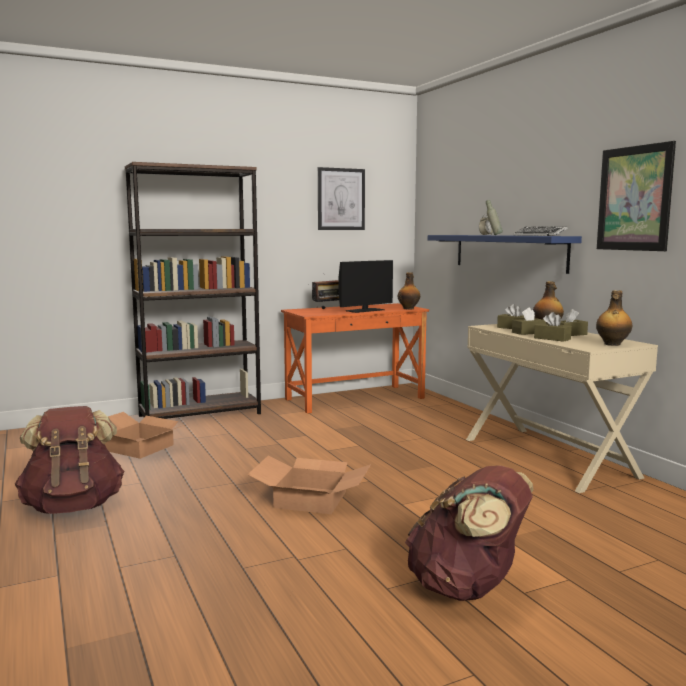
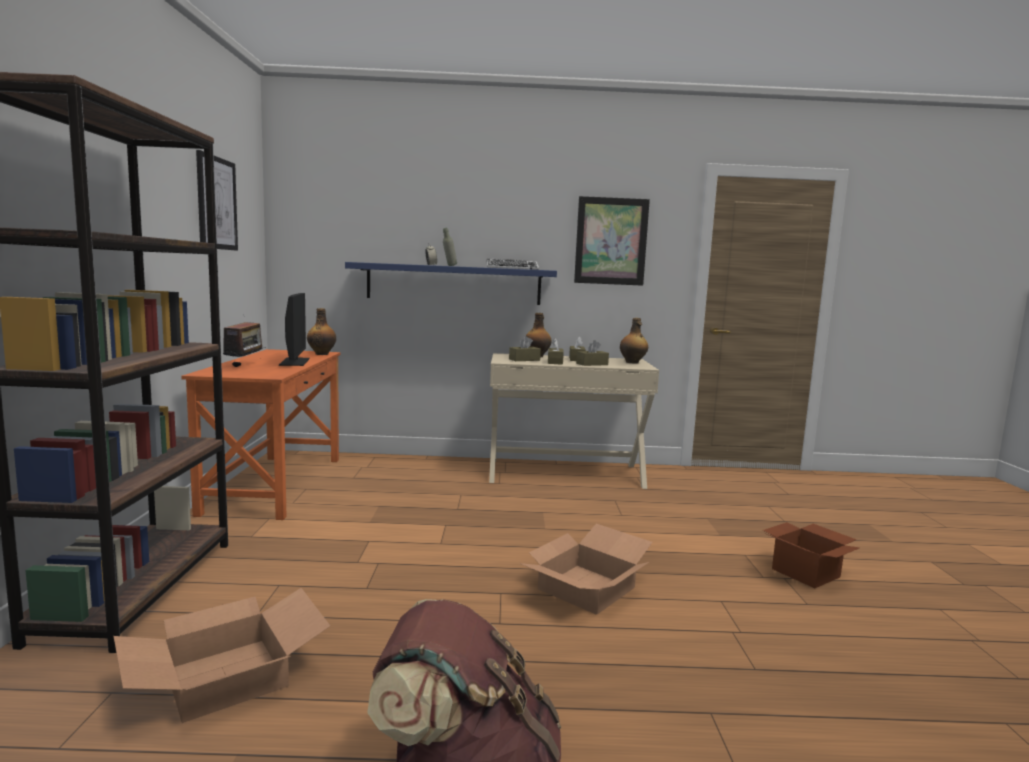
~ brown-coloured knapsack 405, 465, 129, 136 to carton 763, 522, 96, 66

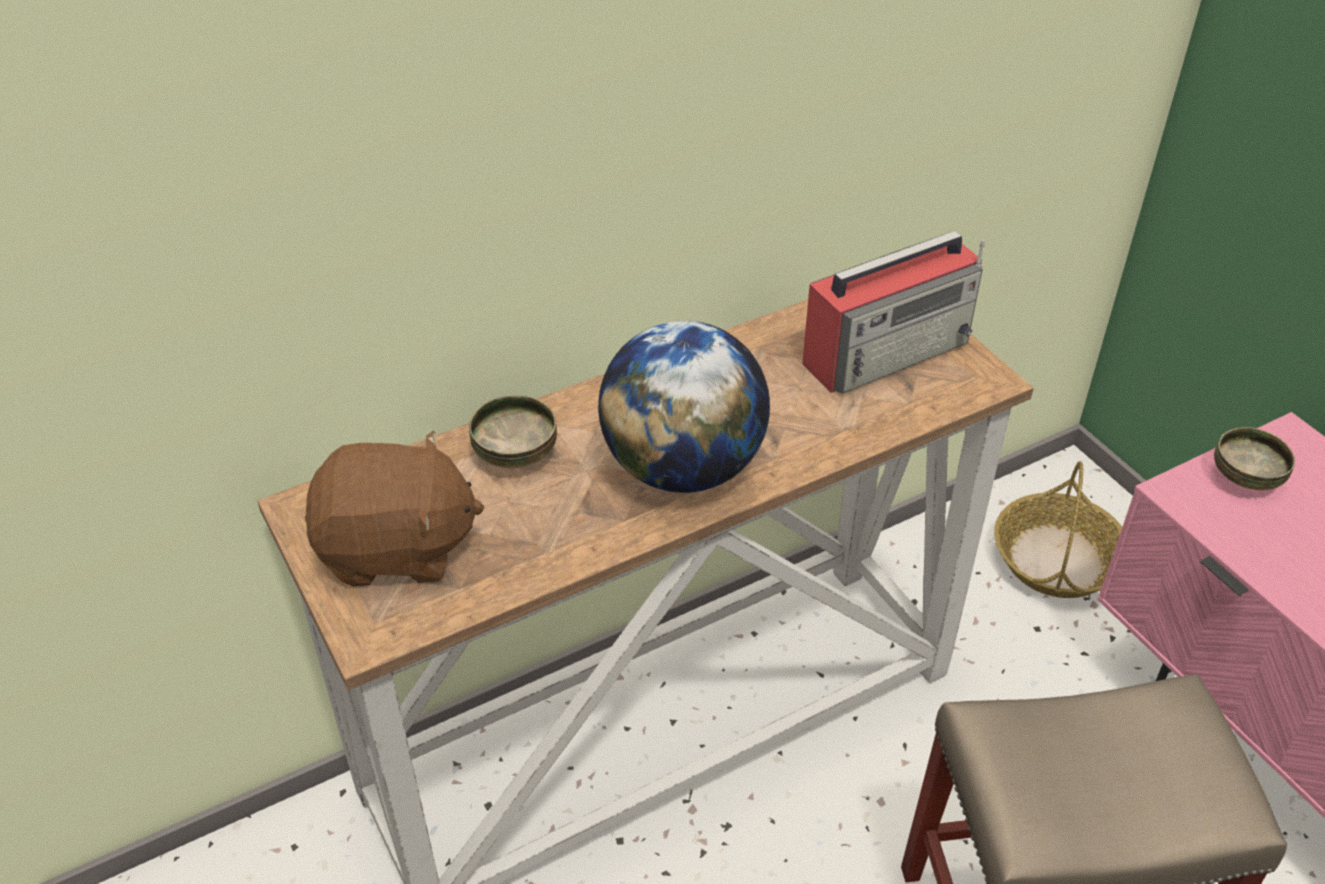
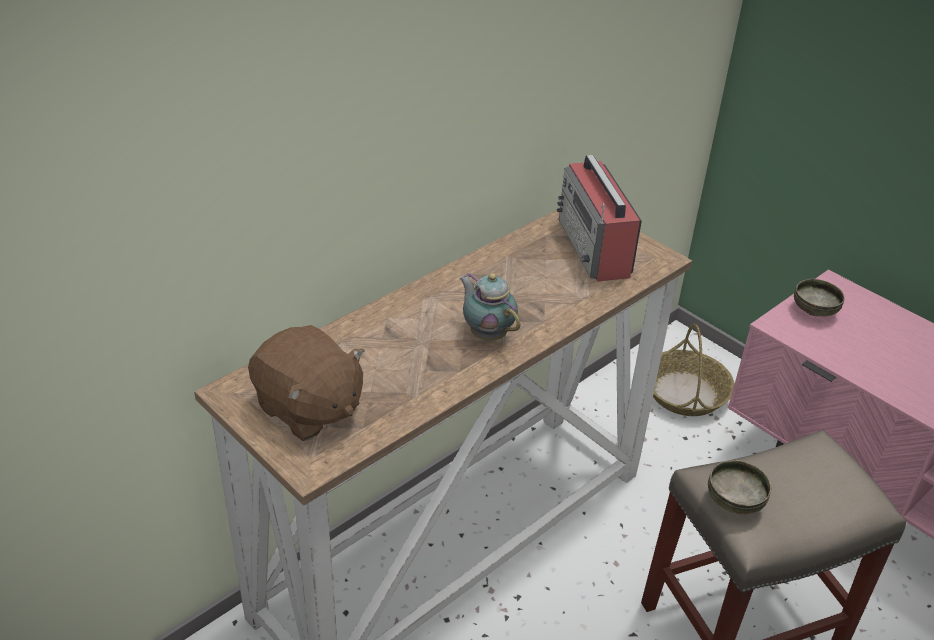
~ brown-coloured cuddly toy 305, 430, 180, 157 = 248, 325, 117, 116 60 degrees clockwise
~ globe 598, 321, 172, 172 to pot for tea 460, 273, 60, 68
~ radio 802, 231, 183, 163 = 557, 155, 85, 127 120 degrees clockwise
~ serving bowl 469, 395, 88, 73 to 708, 460, 64, 54

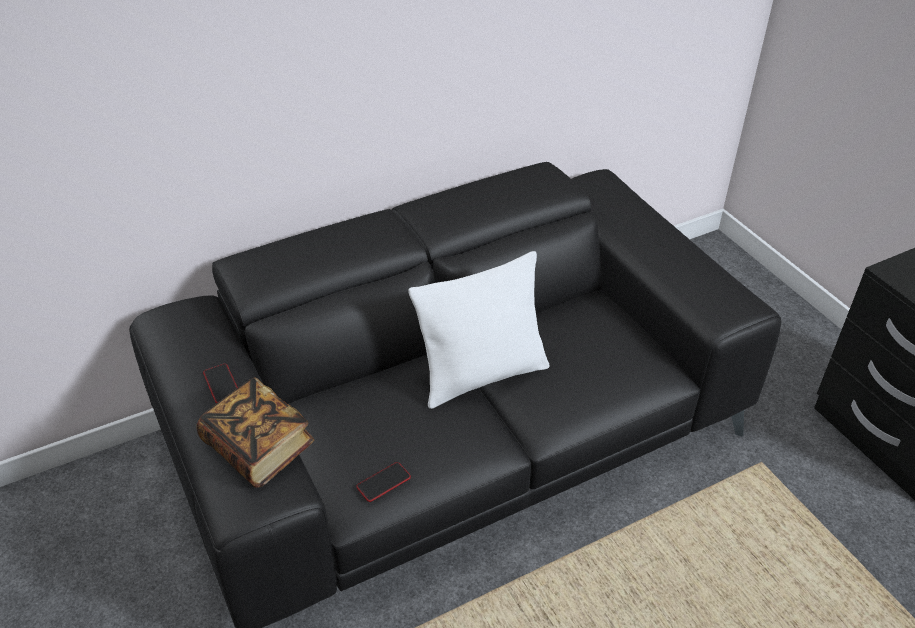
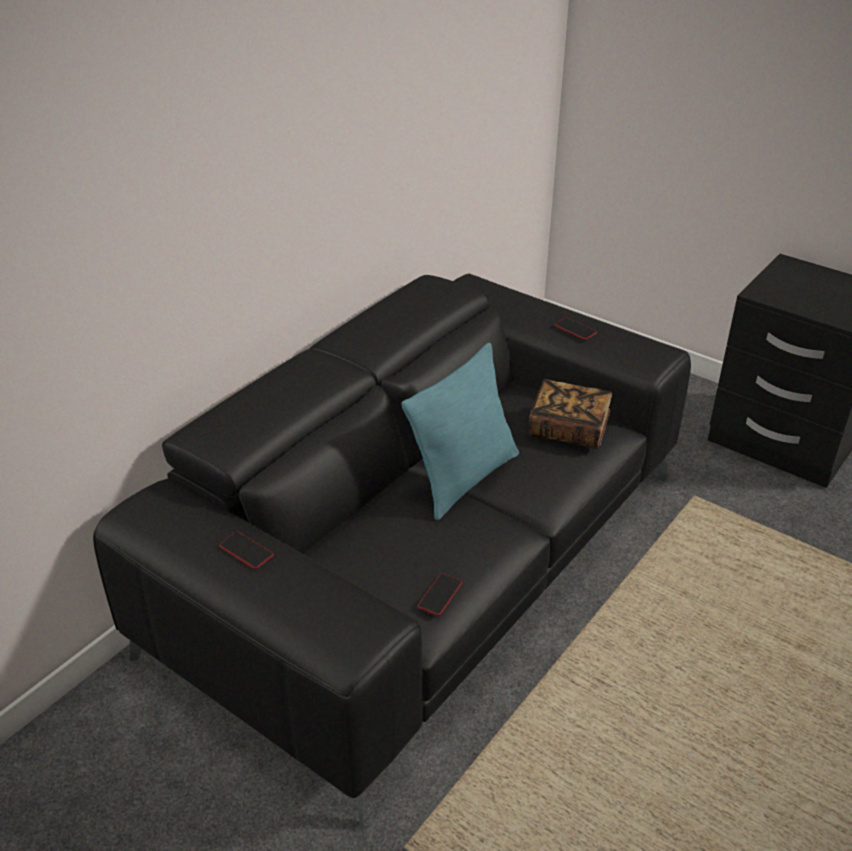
~ whitish throw pillow 408, 251, 142, 158 to blue-green throw pillow 401, 343, 118, 177
~ volume 197, 377, 117, 111 to 529, 379, 83, 70
+ handset 554, 317, 43, 23

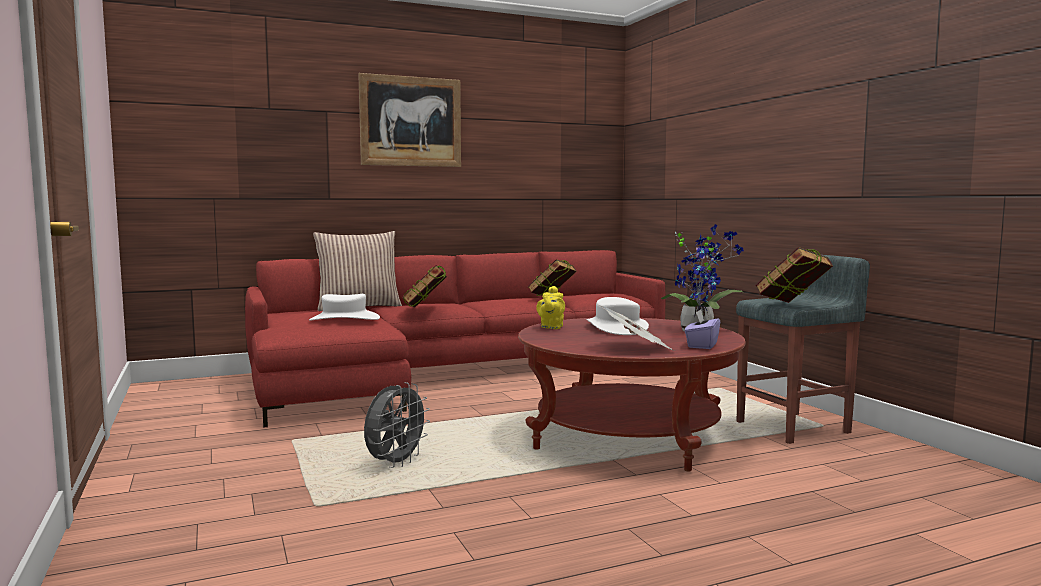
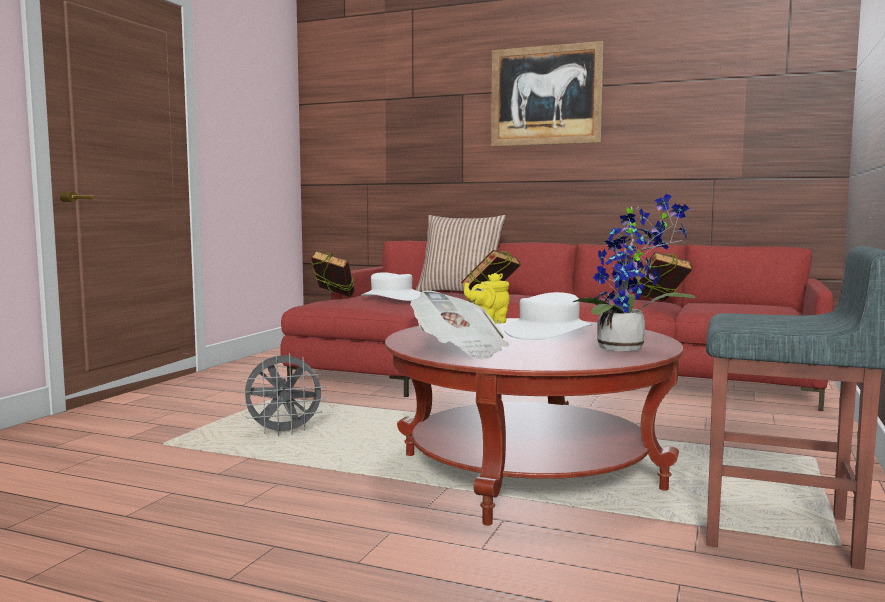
~ volume 755, 247, 78, 56 to 311, 250, 44, 47
- purplish tissue holder 685, 309, 35, 40

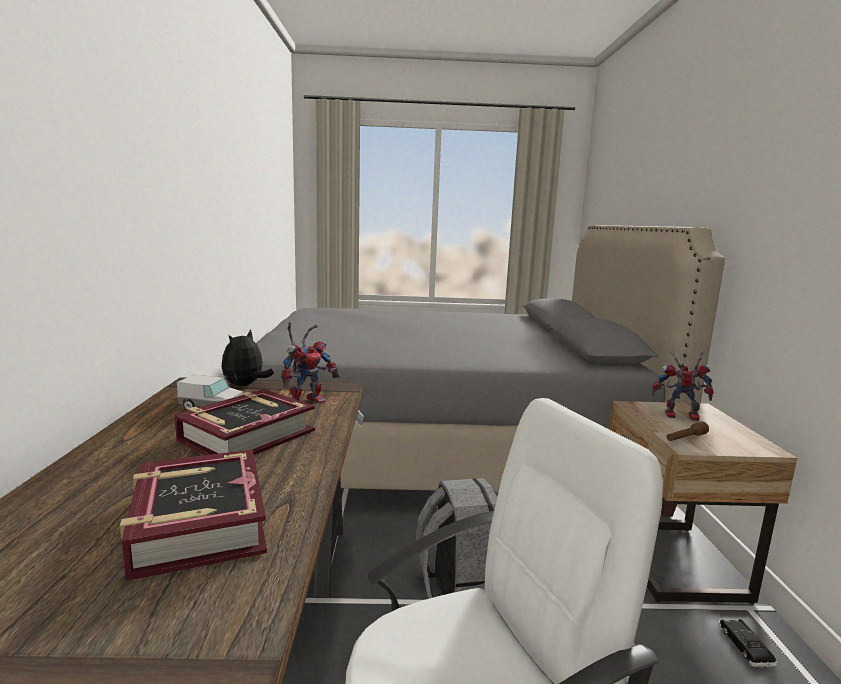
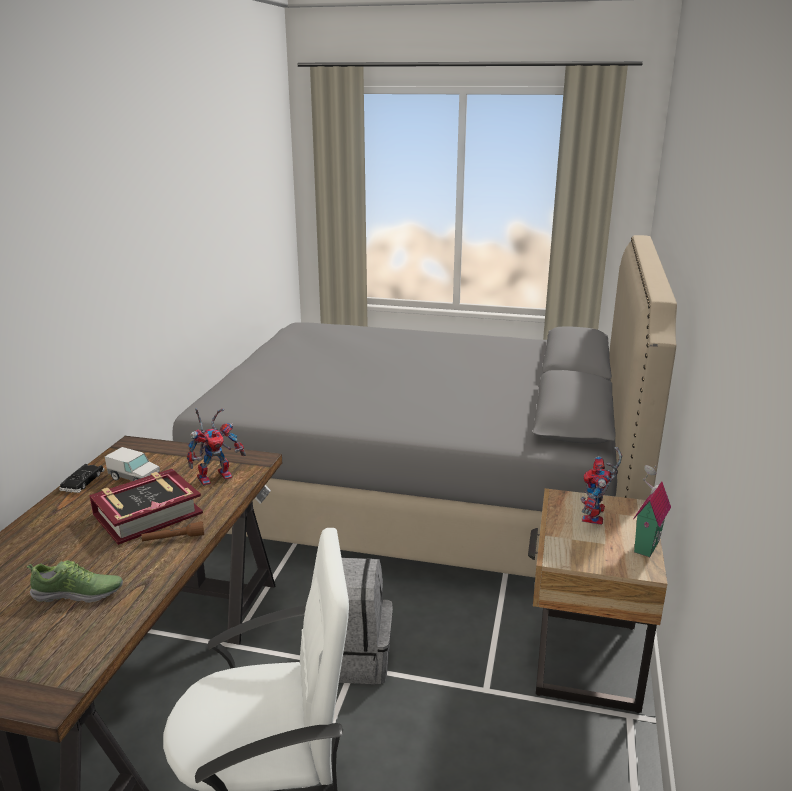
~ volume 120, 449, 147, 132 to item of footwear 27, 560, 96, 43
~ black-coloured miniature car 718, 619, 59, 49 to 59, 464, 46, 29
~ brown-coloured flashlight 666, 421, 43, 20 to 142, 521, 62, 20
~ toy robot 651, 351, 63, 70 = 581, 447, 41, 78 105 degrees counterclockwise
+ model house 633, 465, 38, 92
- cuddly toy 221, 329, 53, 57

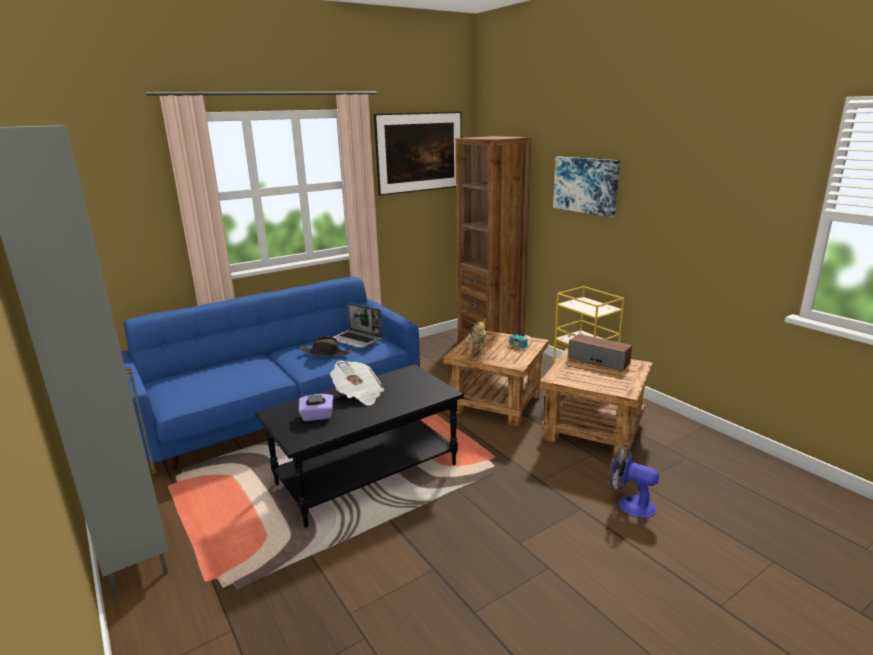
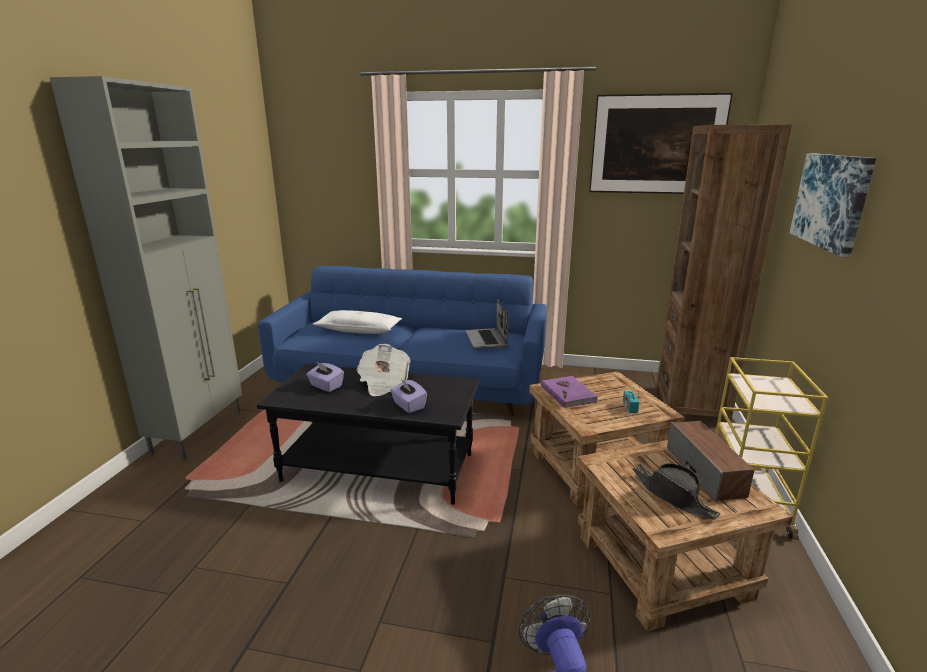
+ whitish throw pillow 313, 310, 89, 24
+ purplish tissue holder 390, 379, 37, 34
~ cuddly toy 461, 319, 26, 35 to purplish volume 541, 376, 58, 32
~ black-coloured wearable hat 301, 337, 50, 19 to 632, 463, 88, 56

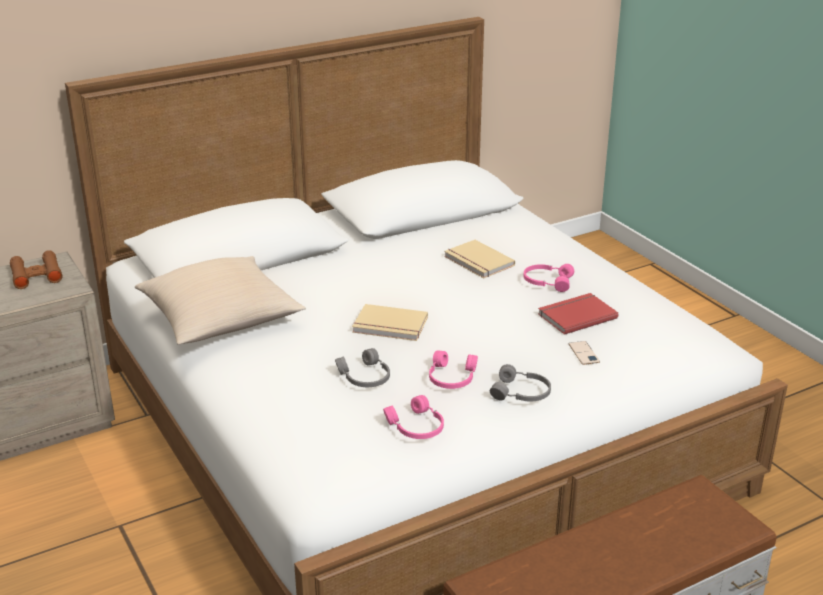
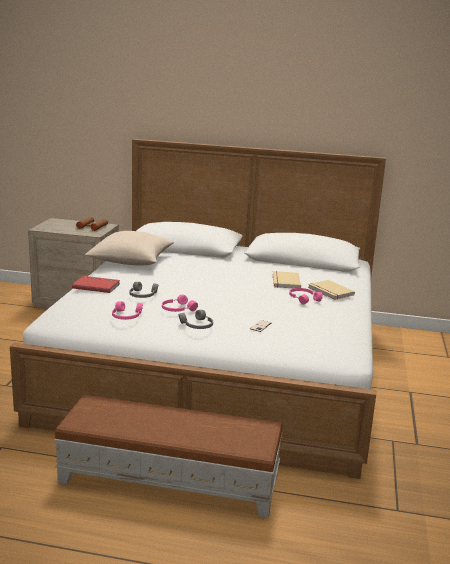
~ red-coloured volume 538, 293, 80, 42 to 72, 276, 48, 17
~ beige volume 352, 304, 76, 37 to 308, 280, 47, 20

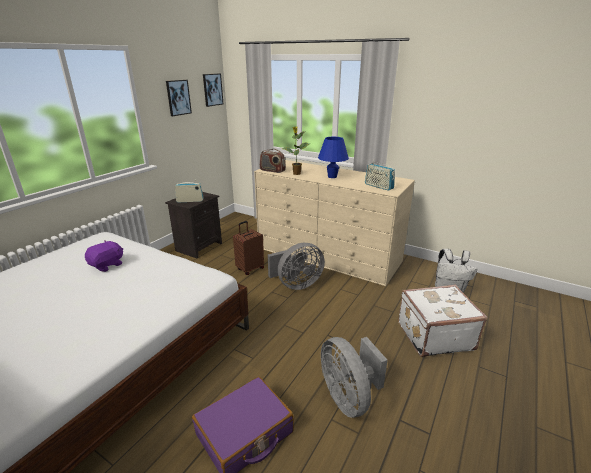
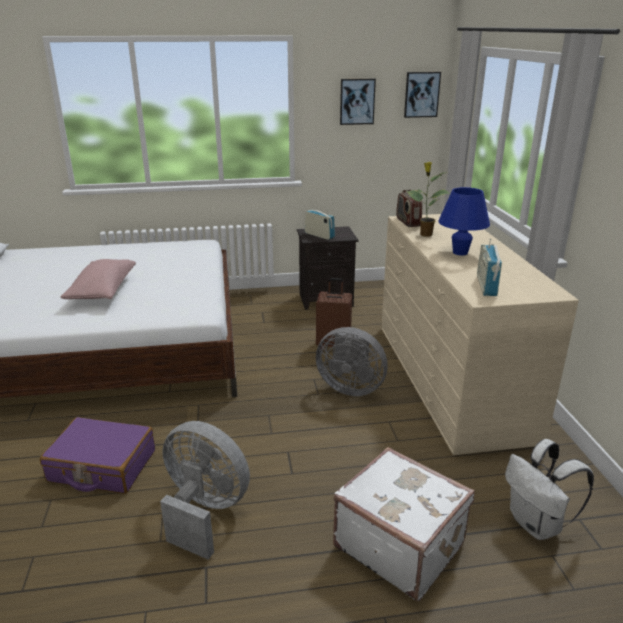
+ pink-coloured throw pillow 60, 259, 76, 40
~ grey electric fan 321, 337, 67, 81 = 160, 421, 90, 139 90 degrees clockwise
- purplish cuddly toy 85, 241, 38, 31

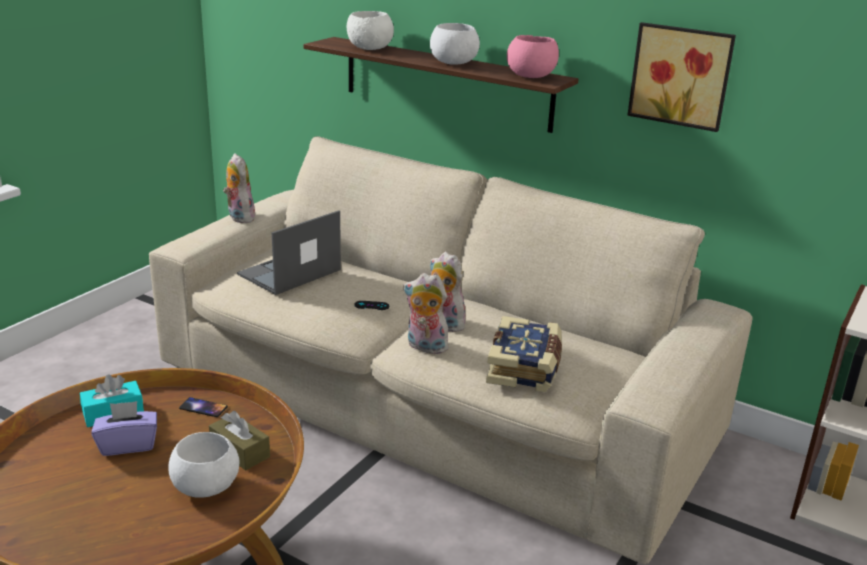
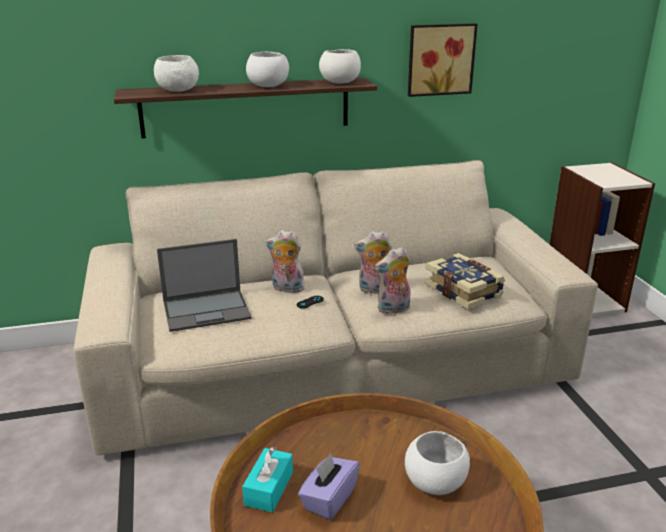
~ notebook computer 237, 210, 104, 85 = 157, 239, 95, 93 105 degrees counterclockwise
~ cuddly toy 223, 153, 32, 70 to 266, 230, 40, 63
~ pink-coloured serving bowl 507, 35, 52, 43 to whitish serving bowl 319, 49, 42, 35
- handset 179, 397, 49, 20
- brown-coloured tissue holder 209, 411, 61, 59

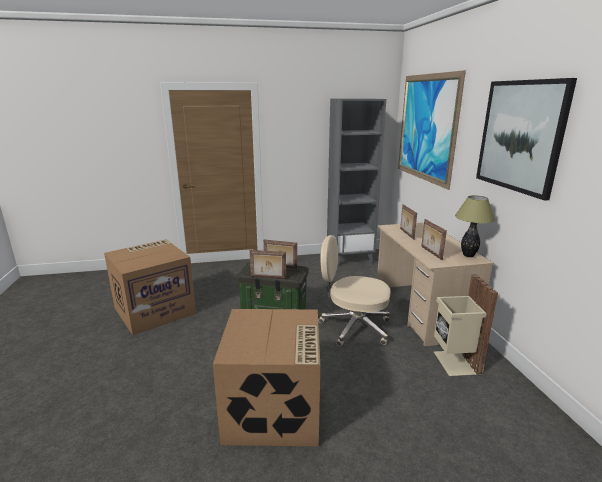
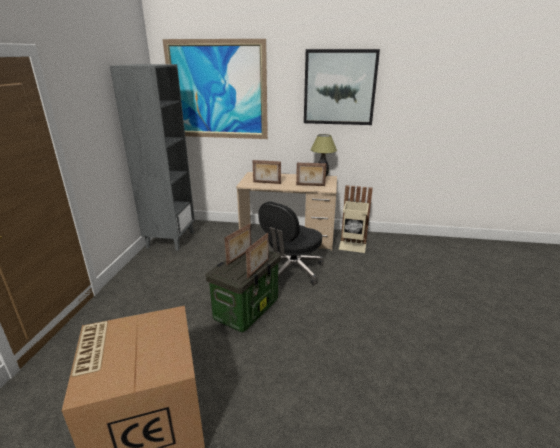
~ beige desk chair 318, 235, 73, 111 to black-coloured desk chair 258, 201, 66, 84
- carton 213, 309, 107, 137

